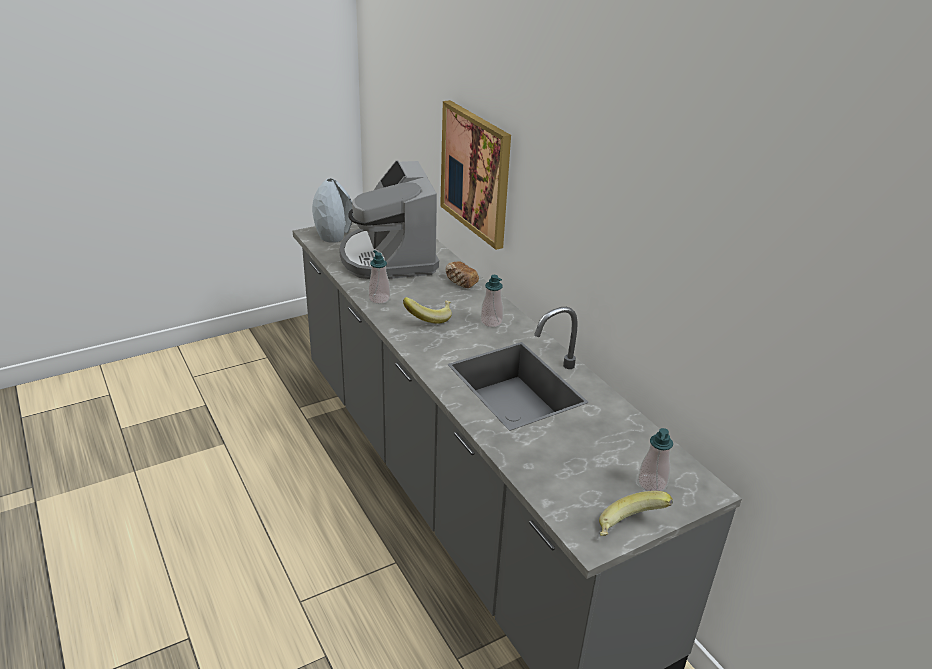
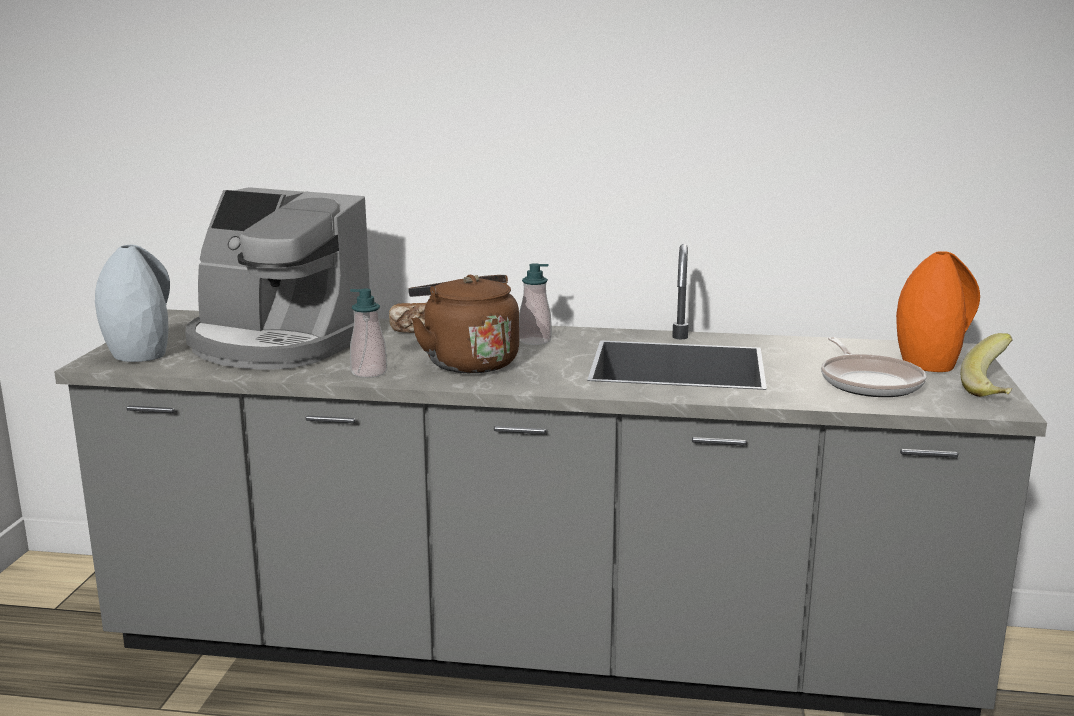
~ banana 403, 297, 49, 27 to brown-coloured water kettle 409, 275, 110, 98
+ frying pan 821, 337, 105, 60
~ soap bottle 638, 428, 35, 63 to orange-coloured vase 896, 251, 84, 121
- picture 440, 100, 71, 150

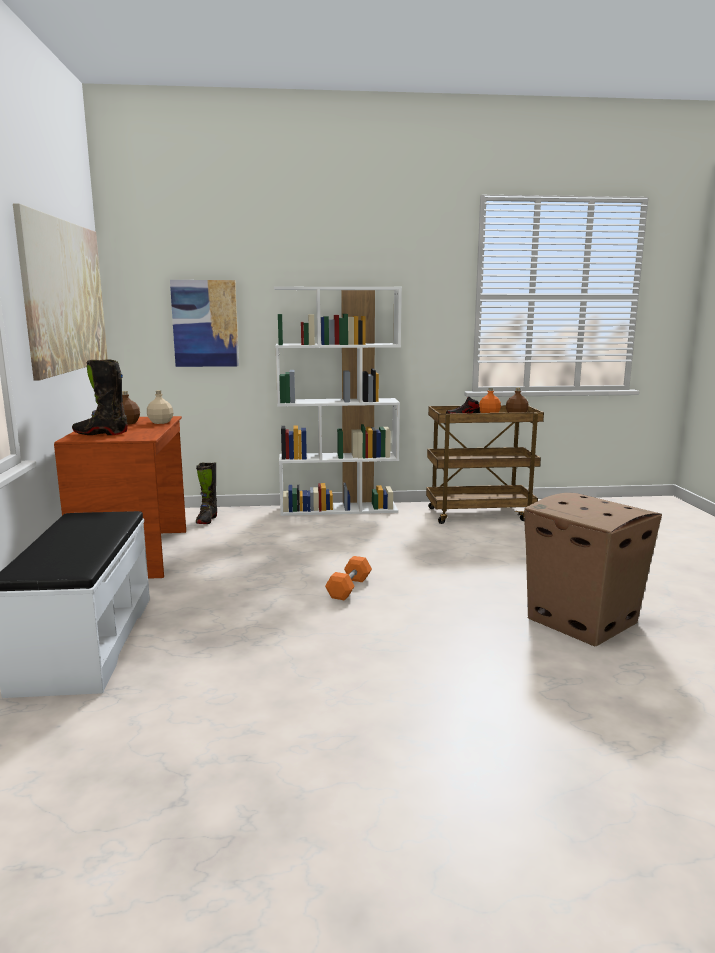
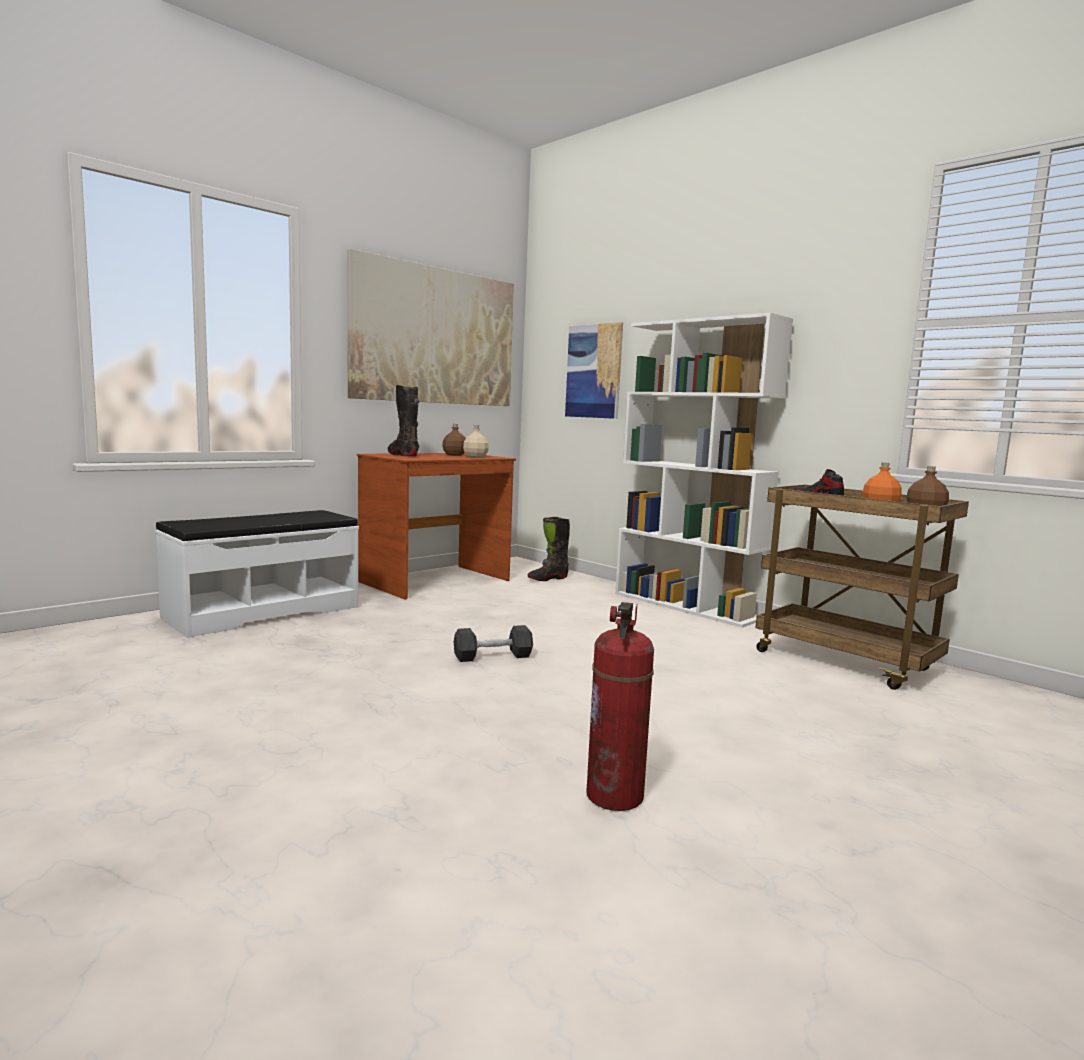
~ orange-coloured hand weight 325, 556, 47, 44 to black-coloured hand weight 454, 625, 79, 37
~ carton 524, 493, 138, 154 to fire extinguisher 587, 602, 67, 209

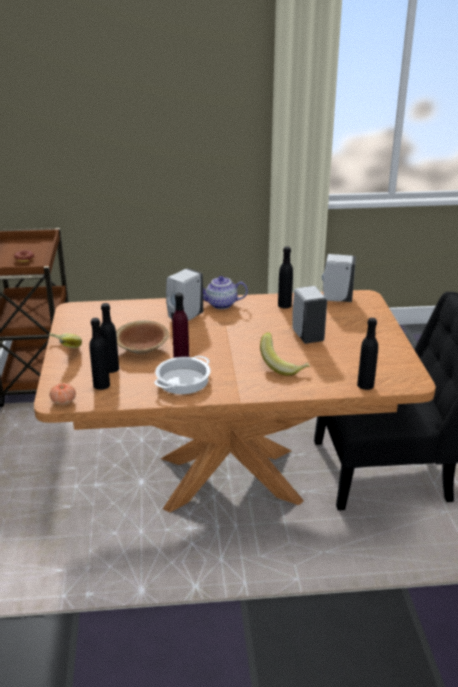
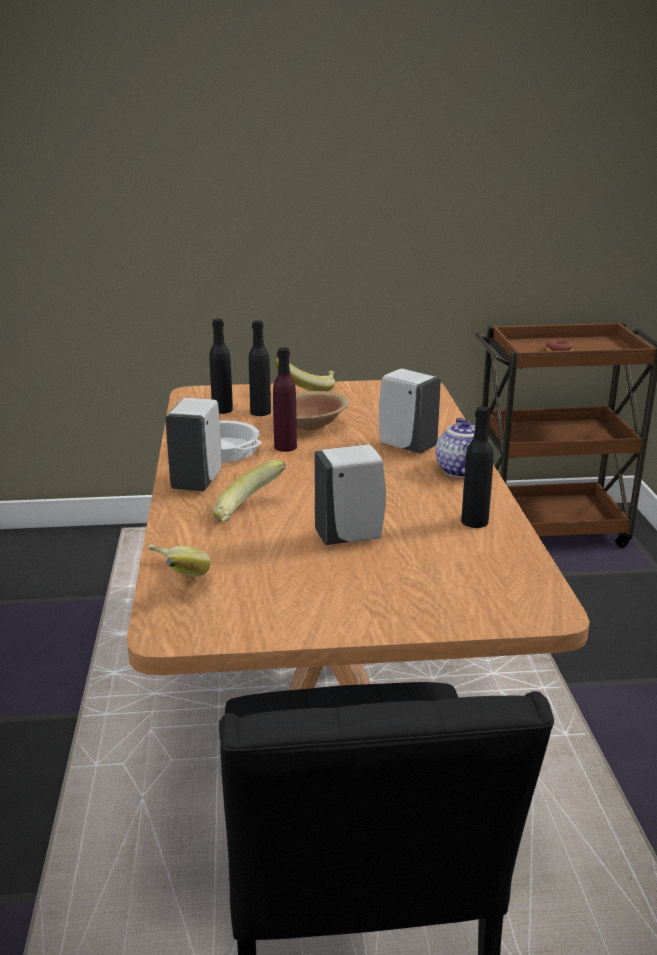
~ black-coloured bottle 357, 318, 21, 72 to banana 148, 544, 63, 32
~ whitish soap bottle 322, 254, 34, 48 to 165, 398, 56, 93
- tomato 50, 383, 26, 22

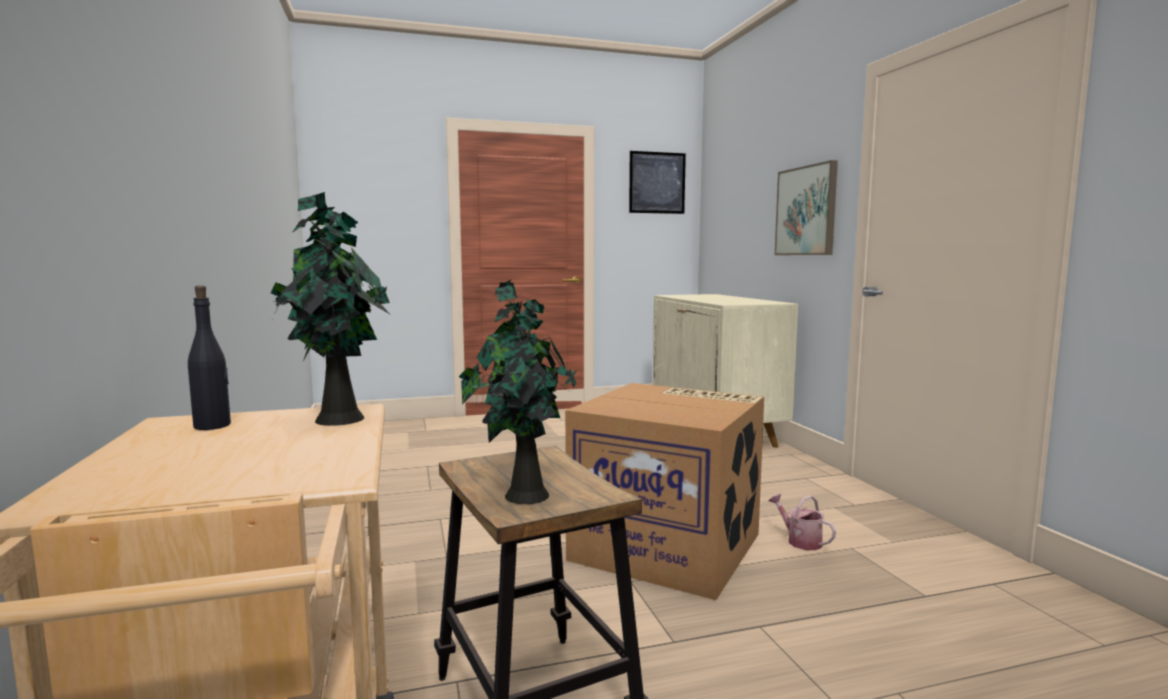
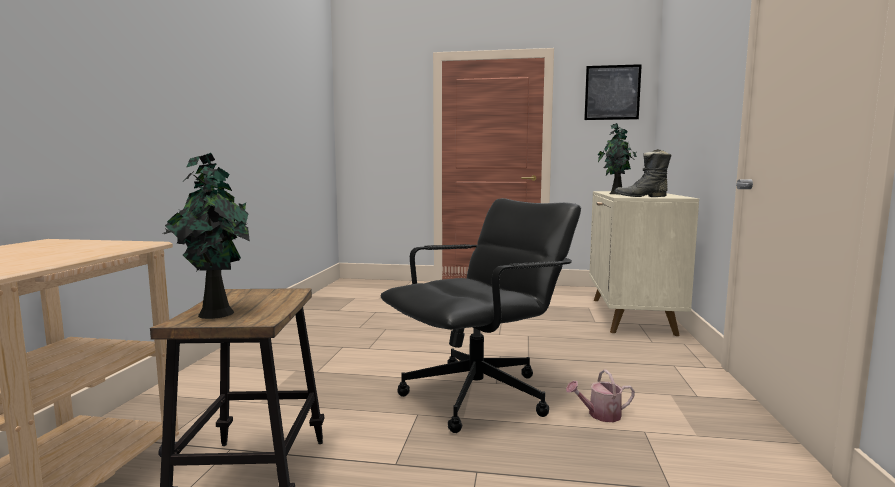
~ carton 565, 383, 199, 217 to black-coloured desk chair 381, 198, 200, 235
~ watering can 768, 494, 68, 56 = 566, 369, 69, 53 90 degrees counterclockwise
~ houseplant 271, 192, 120, 234 to 598, 123, 39, 71
+ black-coloured boot 614, 149, 57, 48
- black-coloured bottle 188, 285, 43, 145
- picture 775, 160, 63, 95

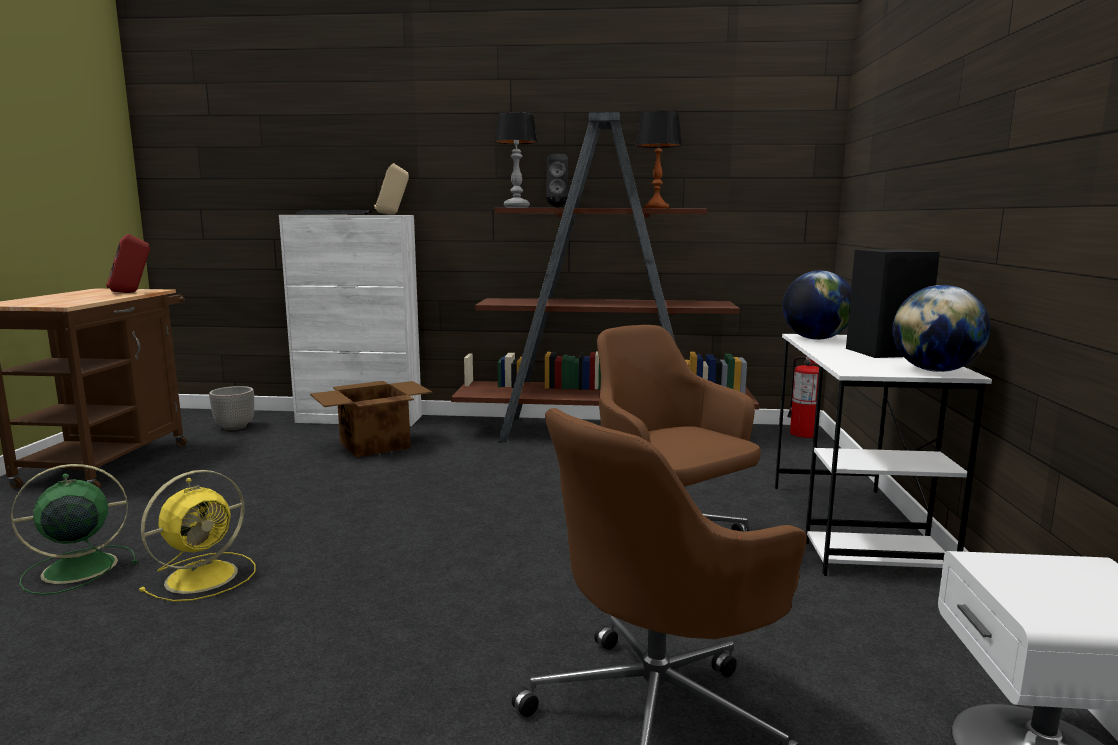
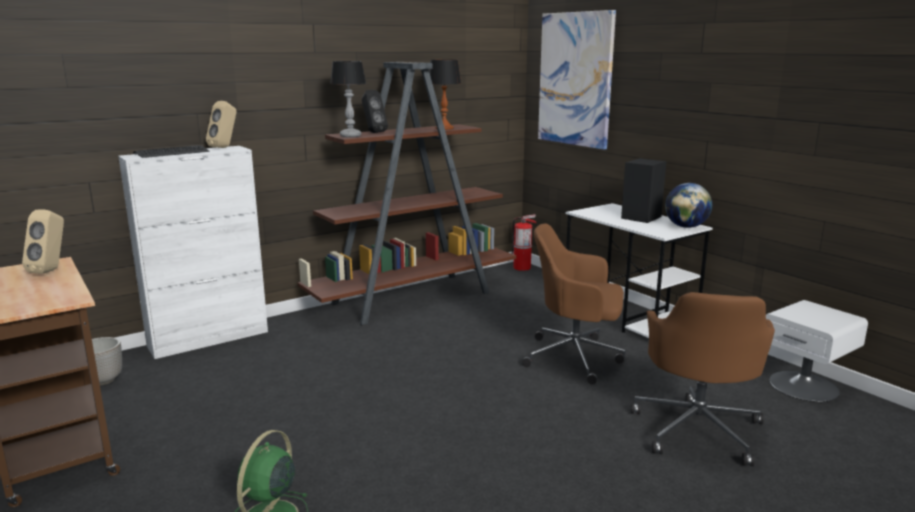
~ red-coloured audio speaker 106, 234, 44, 59 to beige audio speaker 22, 209, 42, 65
+ picture 538, 10, 78, 140
- yellow-coloured electric fan 139, 470, 117, 132
- carton 310, 381, 123, 76
- globe 782, 271, 69, 69

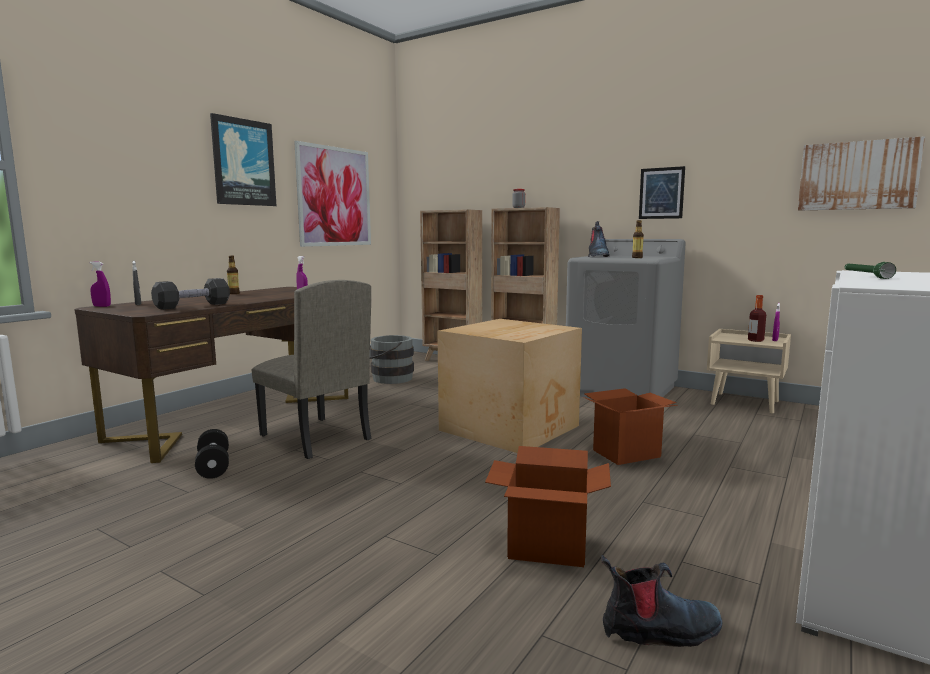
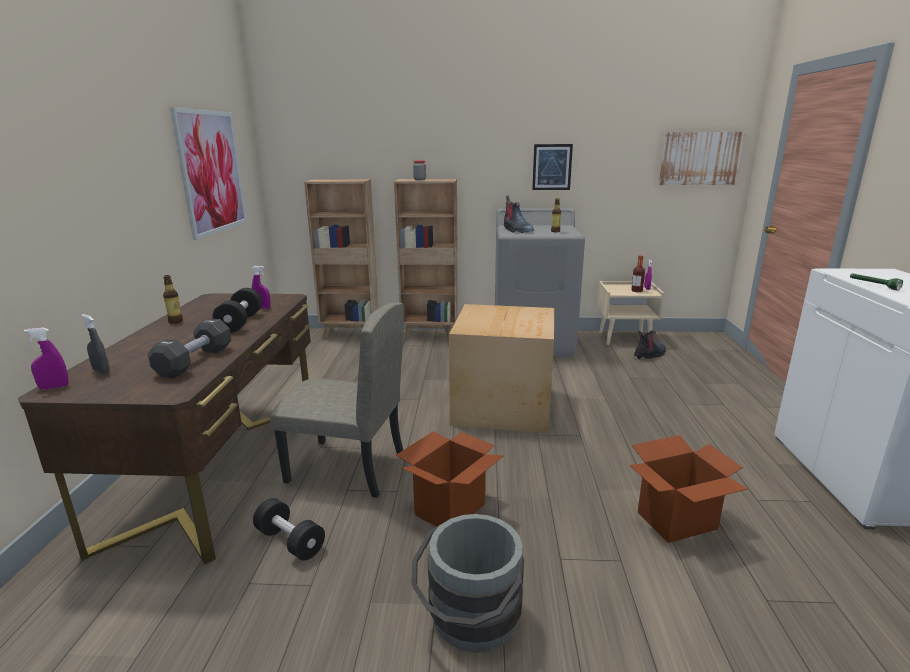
+ black-coloured hand weight 212, 288, 50, 45
~ carton 583, 388, 95, 77 to 396, 431, 108, 96
~ grey pail 370, 335, 44, 49 to 411, 514, 113, 139
~ boot 601, 555, 122, 92 to 634, 330, 32, 30
- picture 210, 113, 66, 93

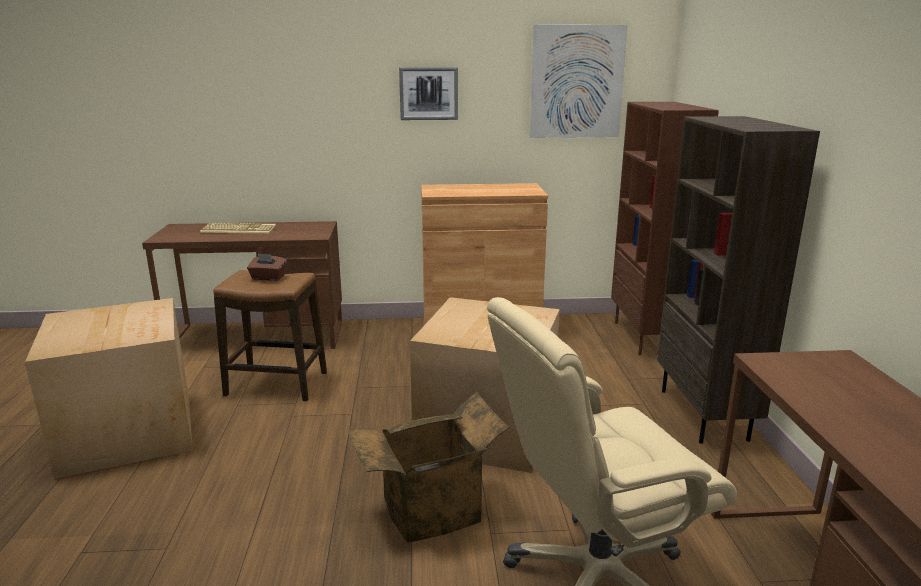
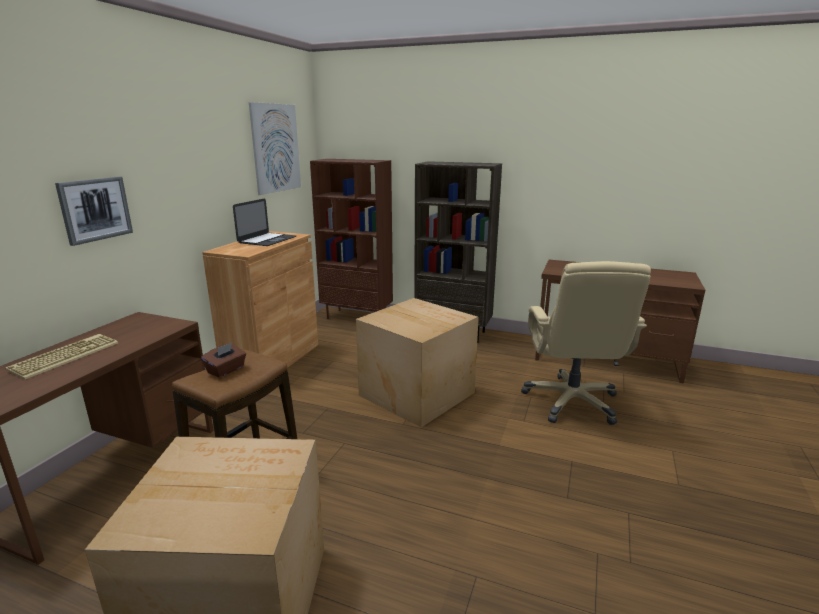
~ picture 399, 67, 59, 53 to 55, 176, 78, 70
+ notebook computer 233, 199, 63, 47
- carton 347, 392, 162, 151

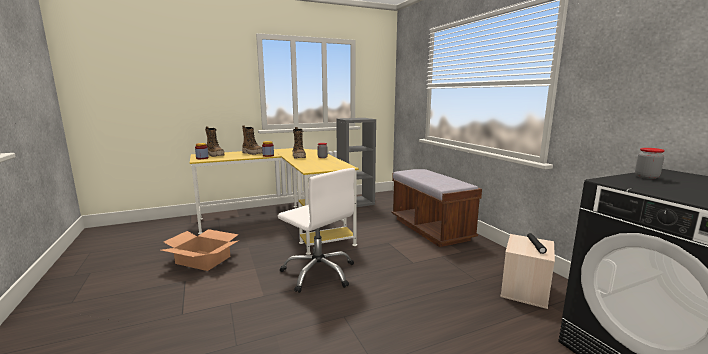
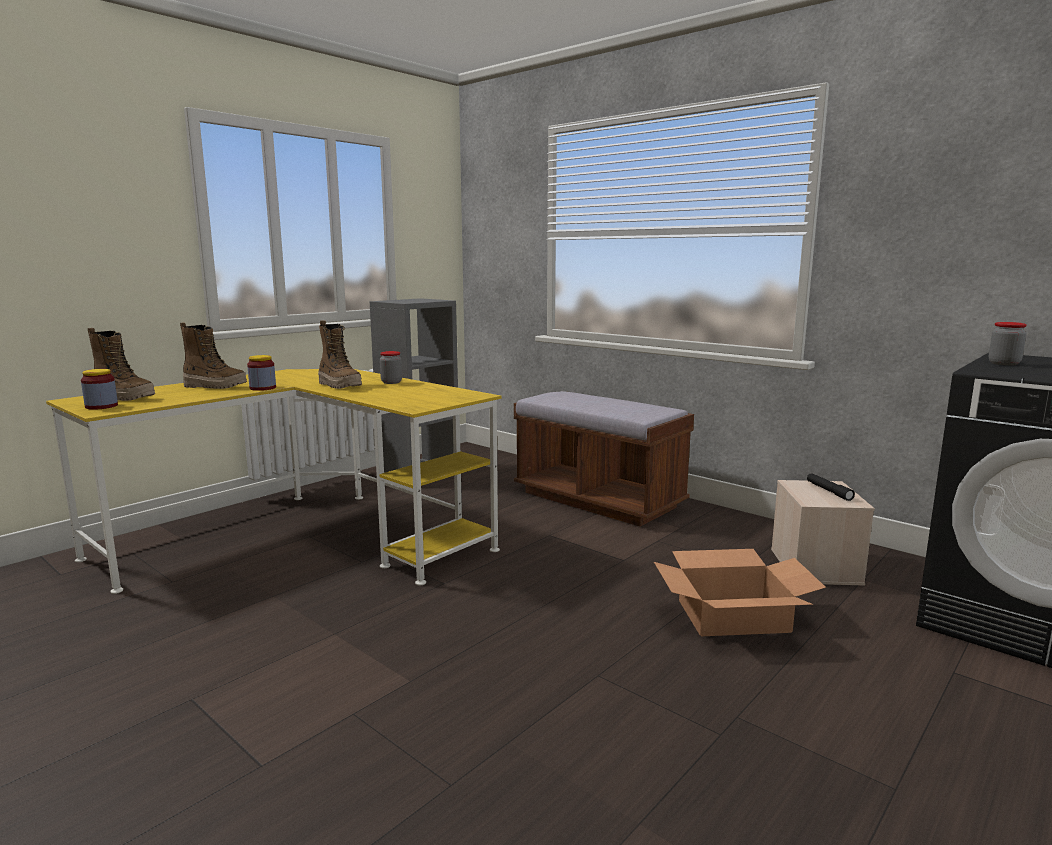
~ carton 161, 229, 78, 42 to 654, 549, 172, 87
- whitish desk chair 278, 168, 77, 125

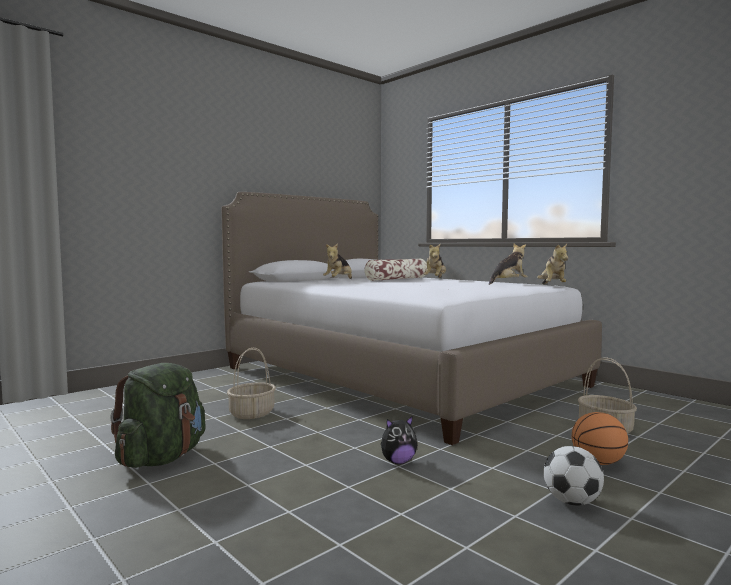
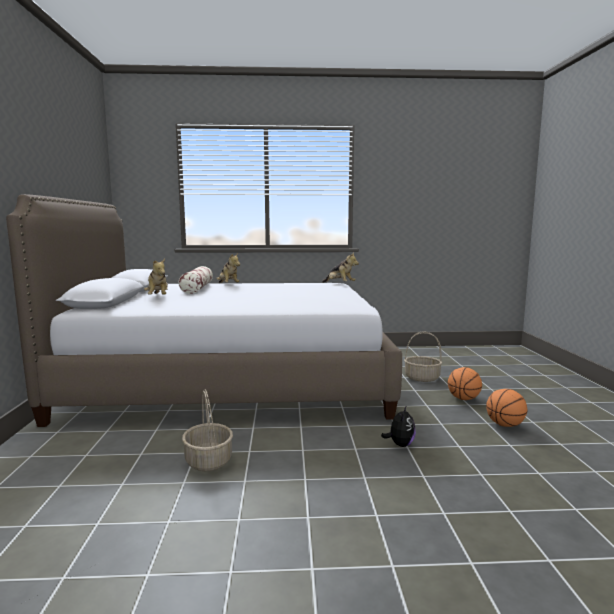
~ ball for football 544, 446, 60, 60 to basketball 486, 389, 42, 38
- green knapsack 110, 363, 96, 105
- cuddly toy 489, 244, 39, 41

